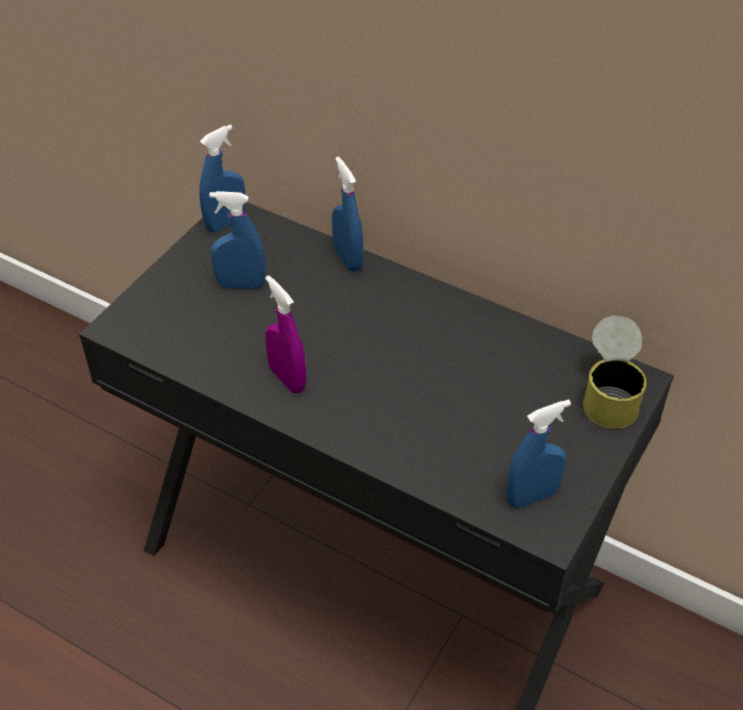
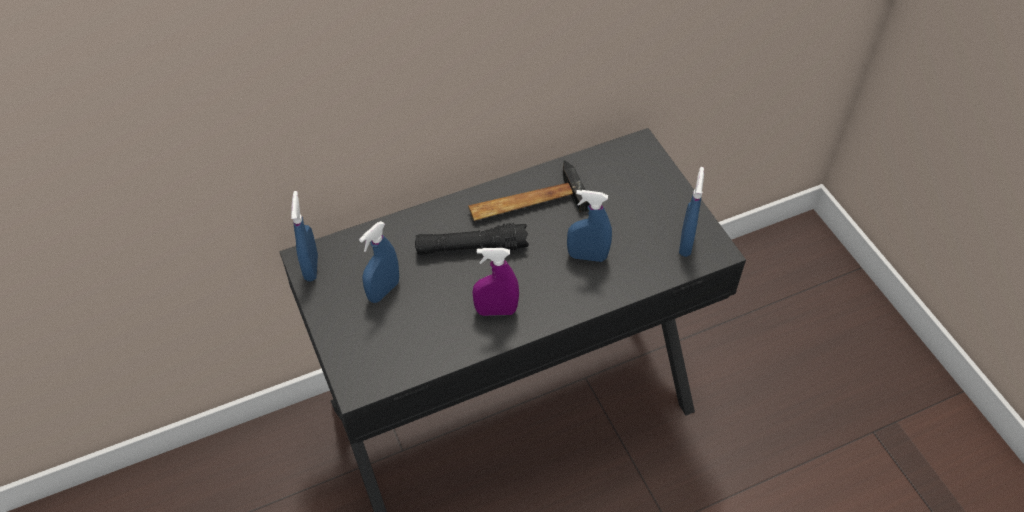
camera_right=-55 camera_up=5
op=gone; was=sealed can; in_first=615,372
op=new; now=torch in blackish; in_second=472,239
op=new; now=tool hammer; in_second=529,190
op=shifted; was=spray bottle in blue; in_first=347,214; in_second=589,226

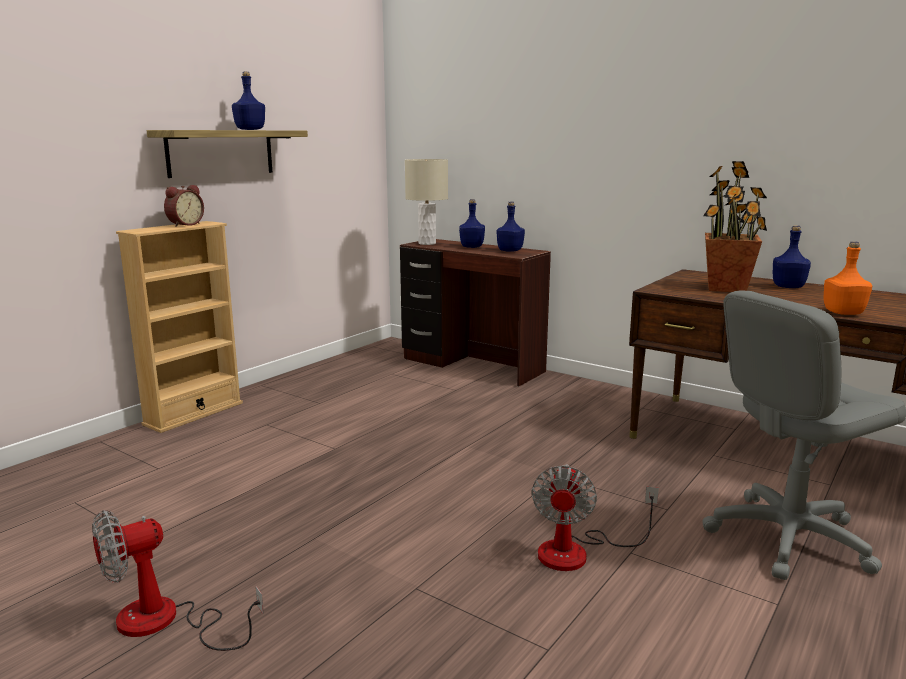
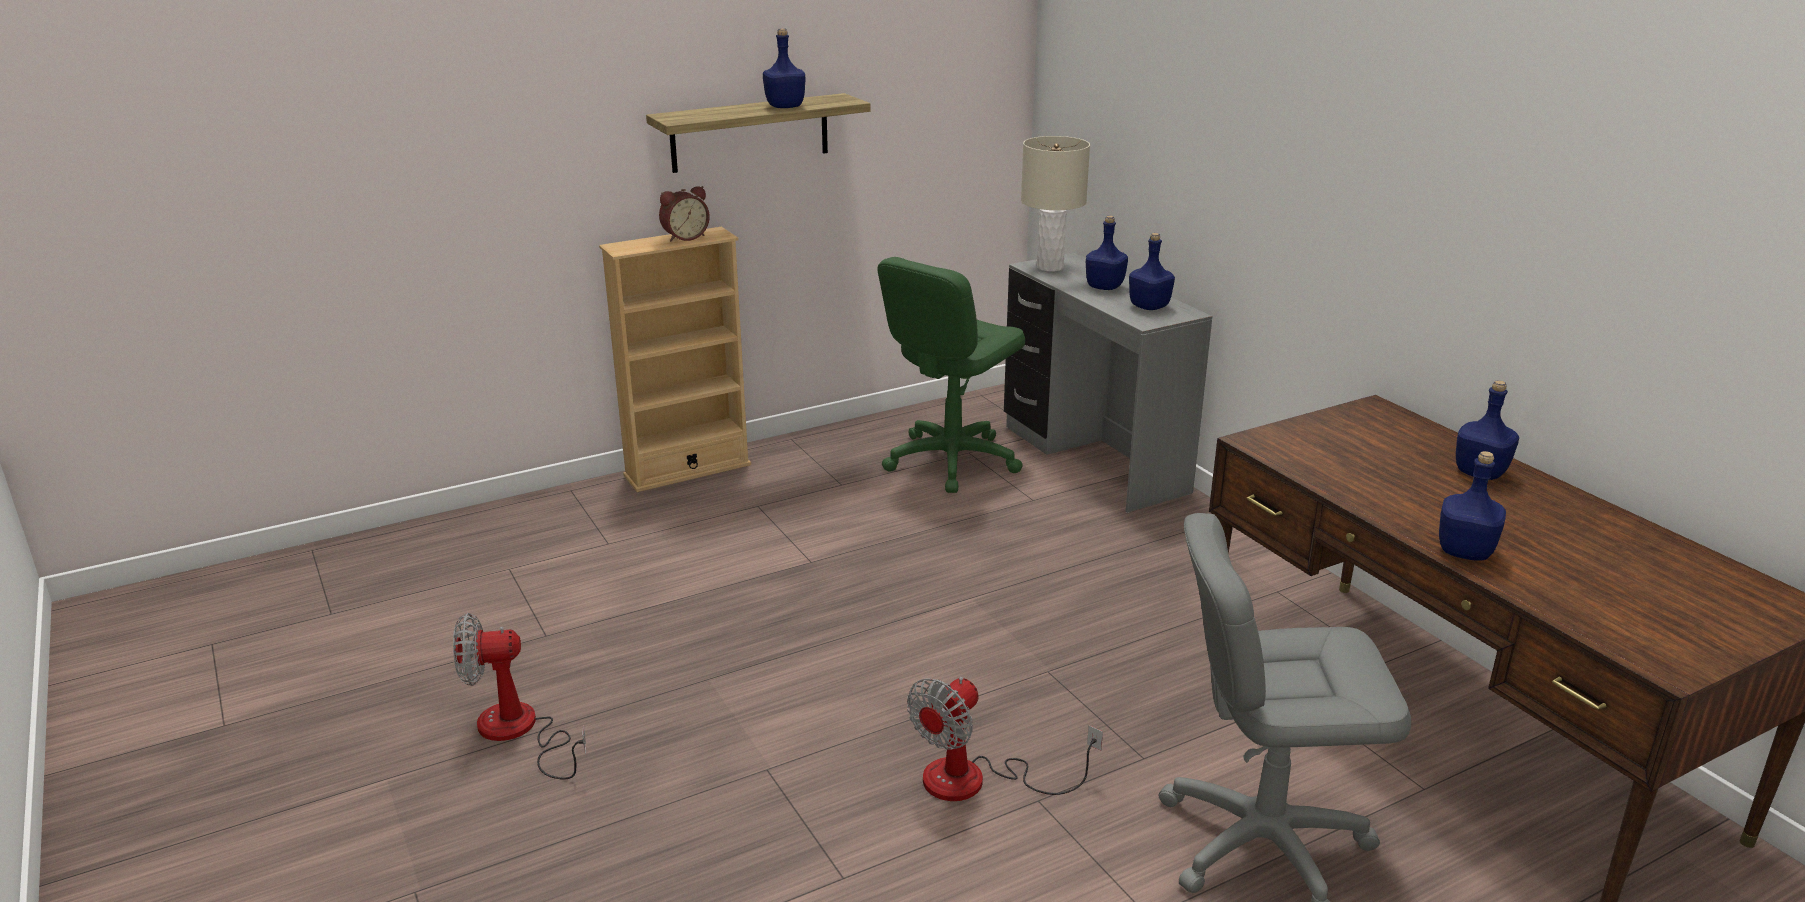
camera_right=25 camera_up=10
op=gone; was=plant in a pot; in_first=735,226
op=new; now=computer chair in green; in_second=951,375
op=repainted; was=desk table in brown-coloured; now=desk table in grey; in_first=475,313; in_second=1108,383
op=repainted; was=beverage bottle in orangey; now=beverage bottle in blue; in_first=848,278; in_second=1472,506

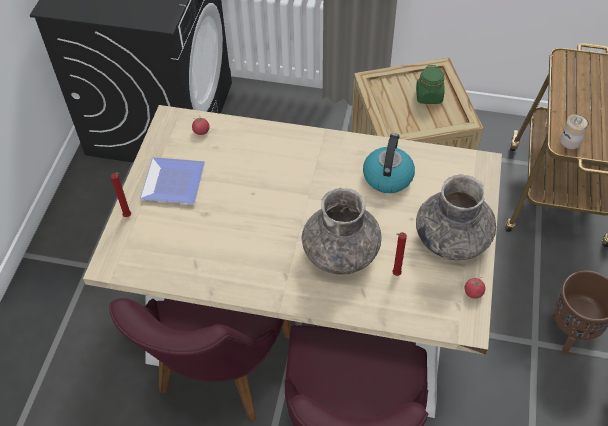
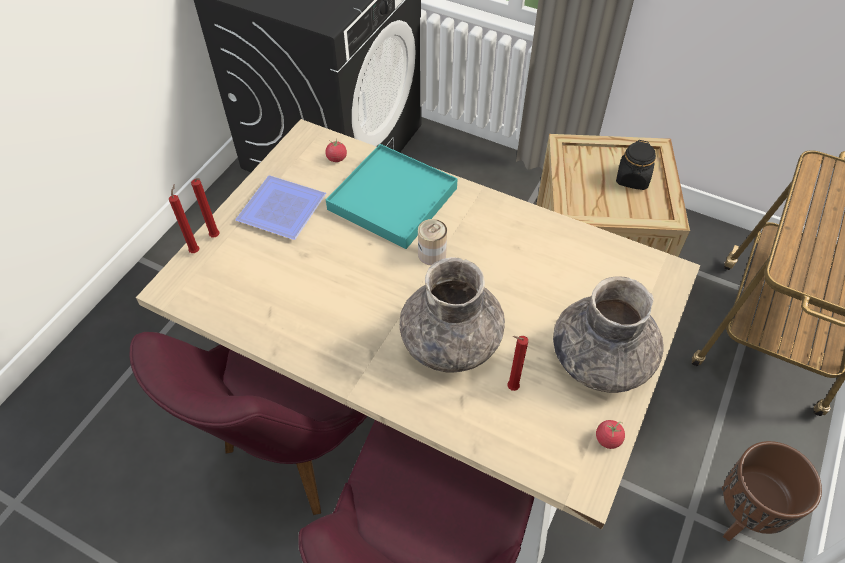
camera_right=15 camera_up=0
op=gone; was=kettle; in_first=389,163
op=new; now=wax candle in reddish; in_second=184,218
op=new; now=carrying tray in turquoise; in_second=392,196
op=shifted; was=sealed can; in_first=574,131; in_second=432,242
op=repainted; was=preserve jar in green; now=preserve jar in blackish; in_first=430,84; in_second=636,165

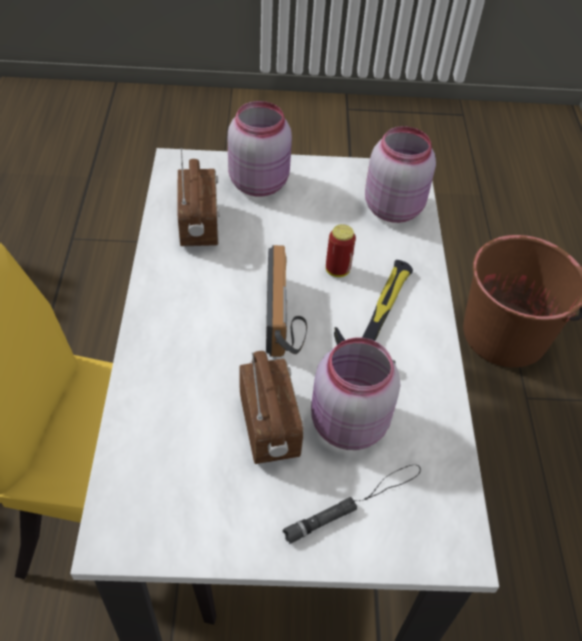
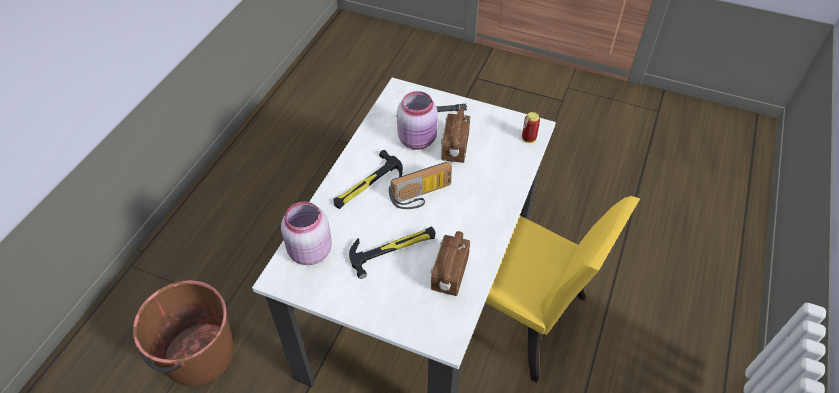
camera_right=-155 camera_up=0
op=gone; was=preserve jar in pink; in_first=260,149
op=new; now=tool hammer; in_second=392,252
op=shifted; was=sealed can; in_first=341,250; in_second=531,127
op=rotated; was=radio; in_first=286,301; in_second=420,185; clockwise=-135

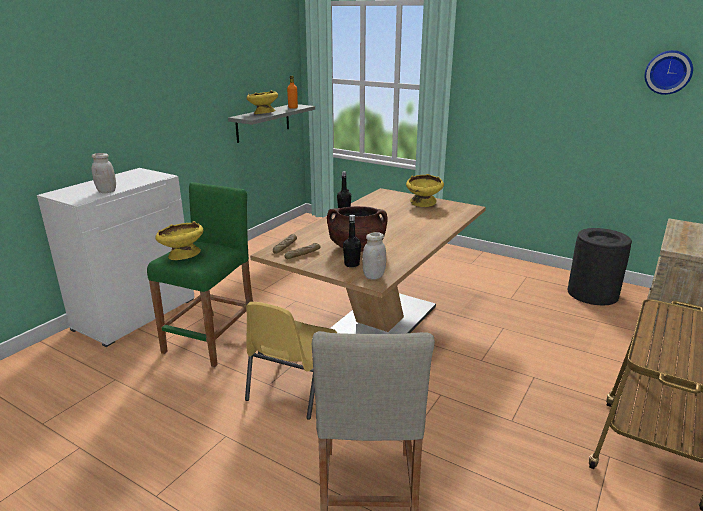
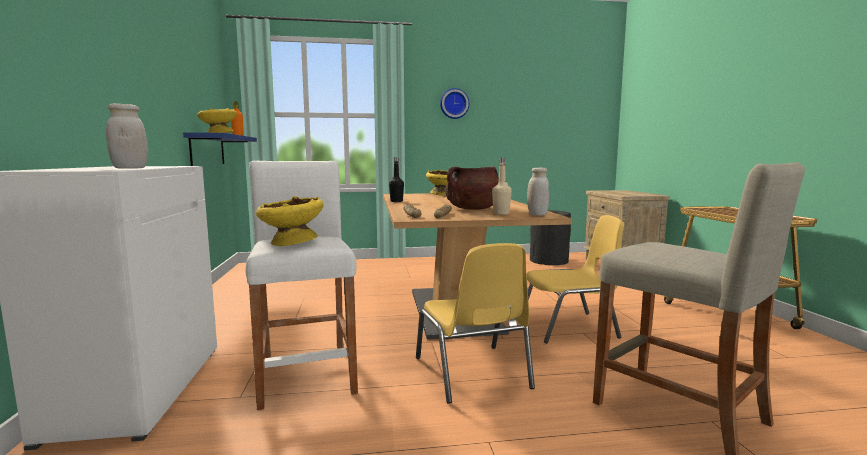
camera_right=-40 camera_up=-15
op=new; now=upright chair in yellow; in_second=575,279
op=shifted; was=hanging clock; in_first=669,72; in_second=454,103
op=repainted; was=stool seat in green; now=stool seat in white; in_first=200,274; in_second=302,285
op=repainted; was=shelf in grey; now=shelf in blue; in_first=271,123; in_second=220,149
op=repainted; was=beverage bottle in blackish; now=beverage bottle in beige-coloured; in_first=352,241; in_second=502,186

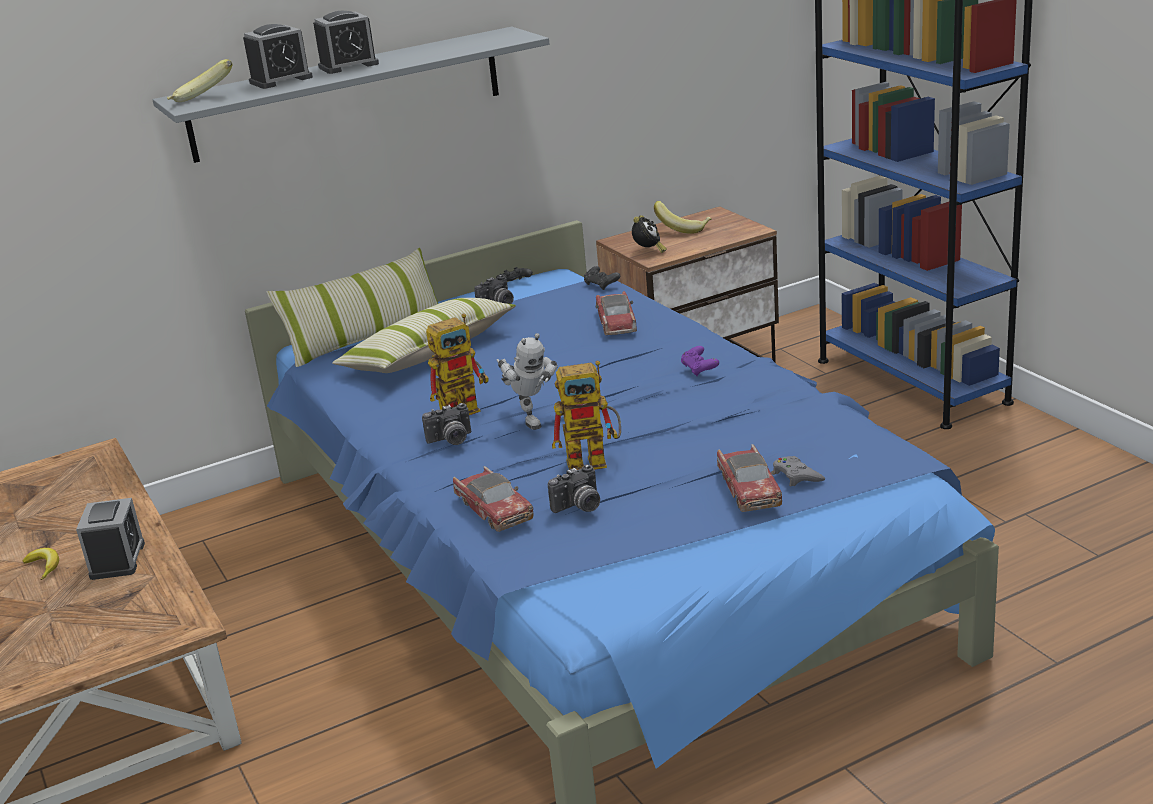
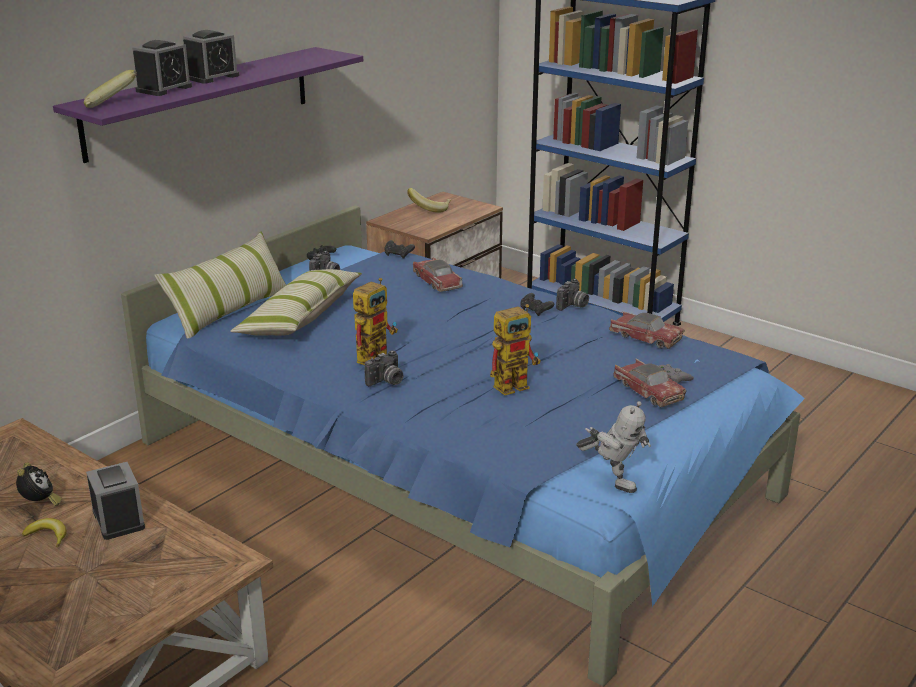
camera_right=-25 camera_up=0
op=shifted; was=toy car; in_first=493,499; in_second=647,330
op=shifted; was=robot figure; in_first=527,381; in_second=613,447
op=shifted; was=still camera; in_first=574,488; in_second=572,295
op=shifted; was=table clock; in_first=649,234; in_second=39,484
op=repainted; was=shelf in grey; now=shelf in purple; in_first=351,95; in_second=208,105
op=repainted; was=game controller in purple; now=game controller in blackish; in_first=700,361; in_second=537,304

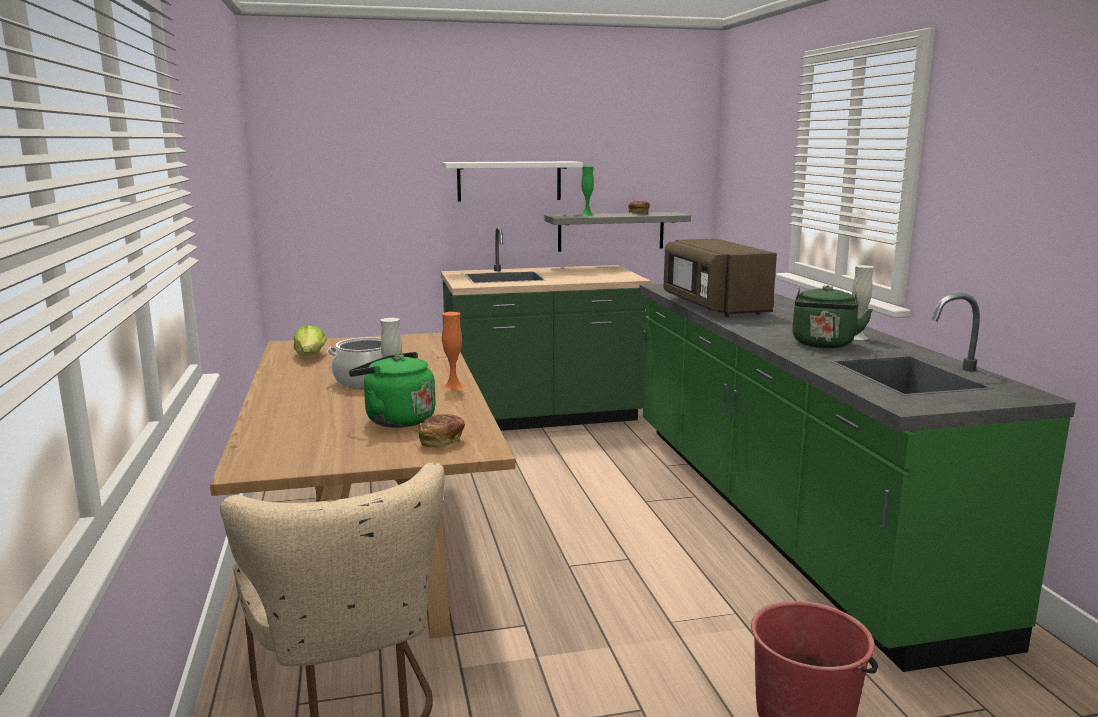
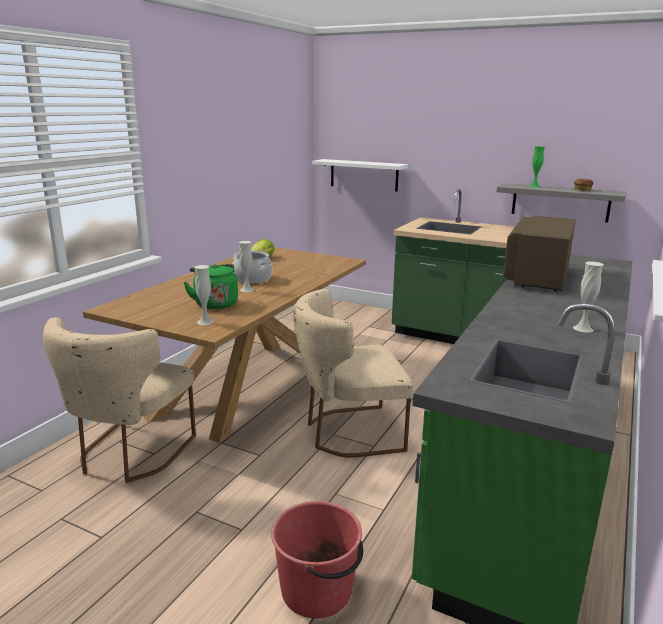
camera_right=40 camera_up=5
op=gone; was=flower vase in orangey; in_first=453,351
op=gone; was=kettle in green; in_first=832,316
op=new; now=upright chair in beige-coloured; in_second=353,373
op=shifted; was=shelf in white; in_first=512,181; in_second=360,175
op=swapped; was=baked bread; now=flower vase in white; in_first=442,431; in_second=204,295

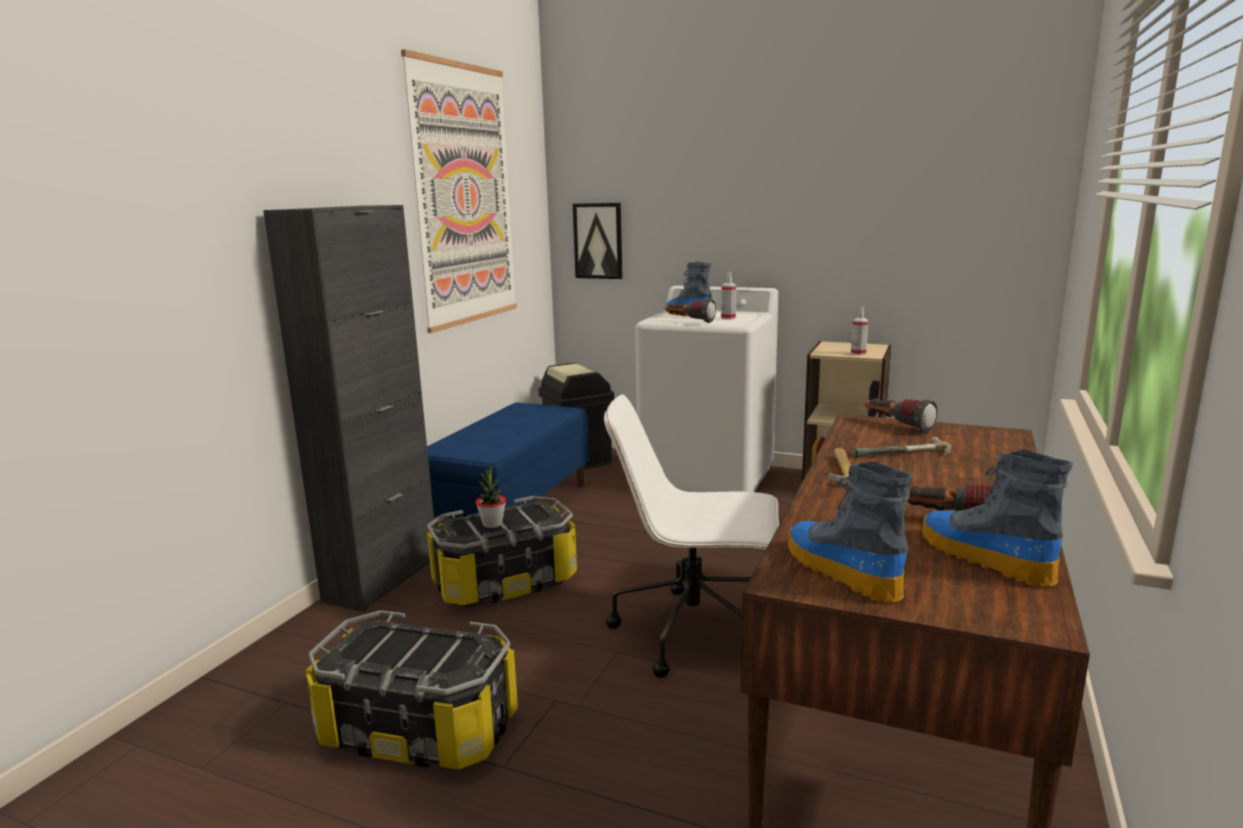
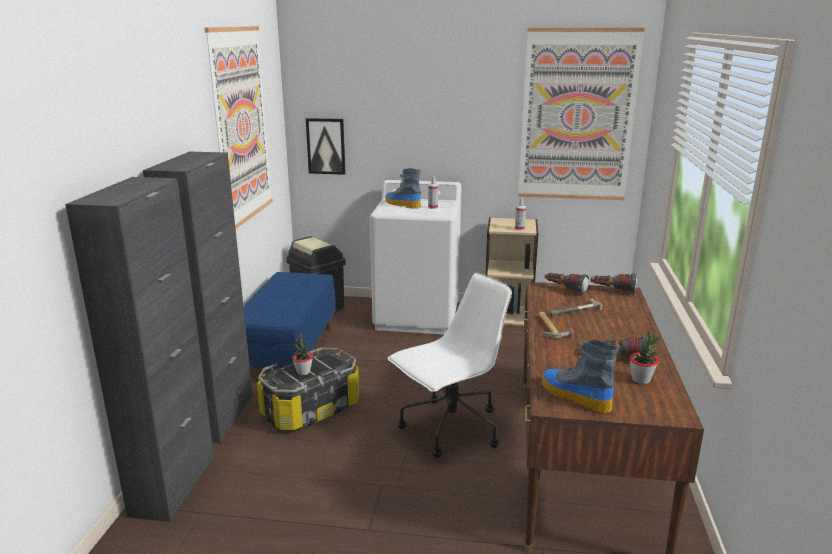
camera_right=-15 camera_up=5
op=gone; was=storage box; in_first=412,690
op=new; now=cupboard in blackish; in_second=139,349
op=new; now=wall picture; in_second=581,114
op=shifted; was=torch; in_first=690,310; in_second=614,283
op=swapped; was=high-top boot; now=plant in a pot; in_first=997,518; in_second=645,358
op=rotated; was=computer chair in white; in_first=691,536; in_second=450,365; clockwise=150

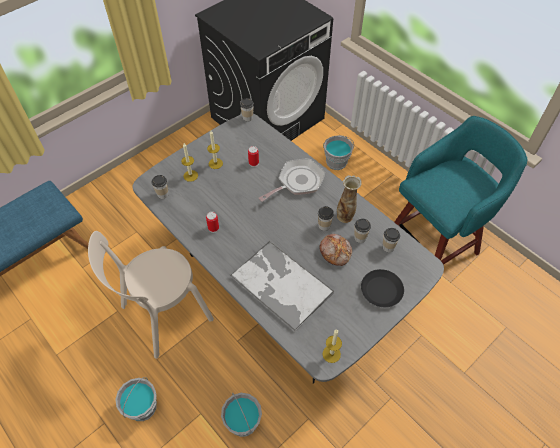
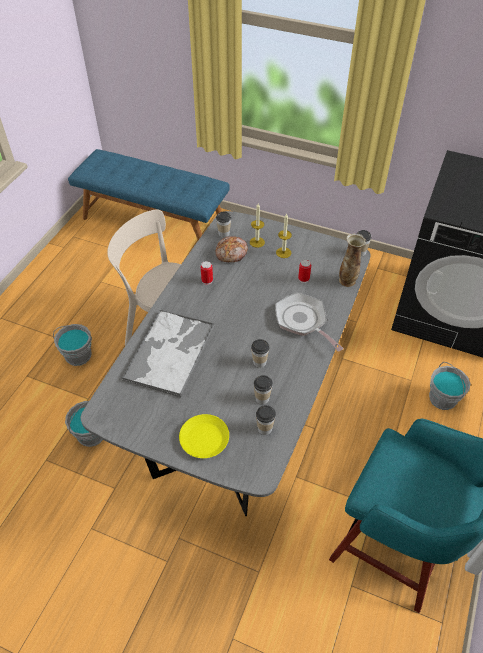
camera_right=65 camera_up=-5
op=gone; was=wax candle; in_first=332,346
op=shifted; was=baked bread; in_first=335,250; in_second=232,249
op=shifted; was=flower vase; in_first=349,199; in_second=352,260
op=repainted; was=flat dish in blackish; now=flat dish in yellow; in_first=382,288; in_second=204,436
op=rotated; was=frying pan; in_first=291,180; in_second=309,322; clockwise=-150

